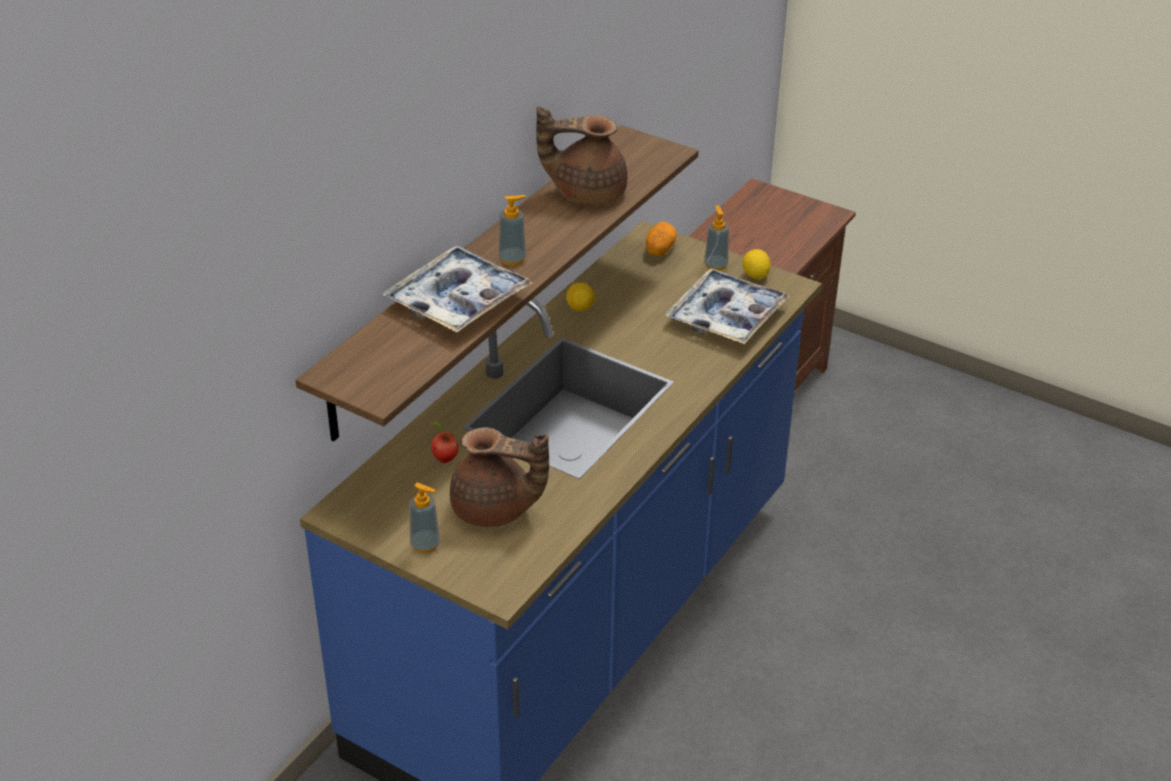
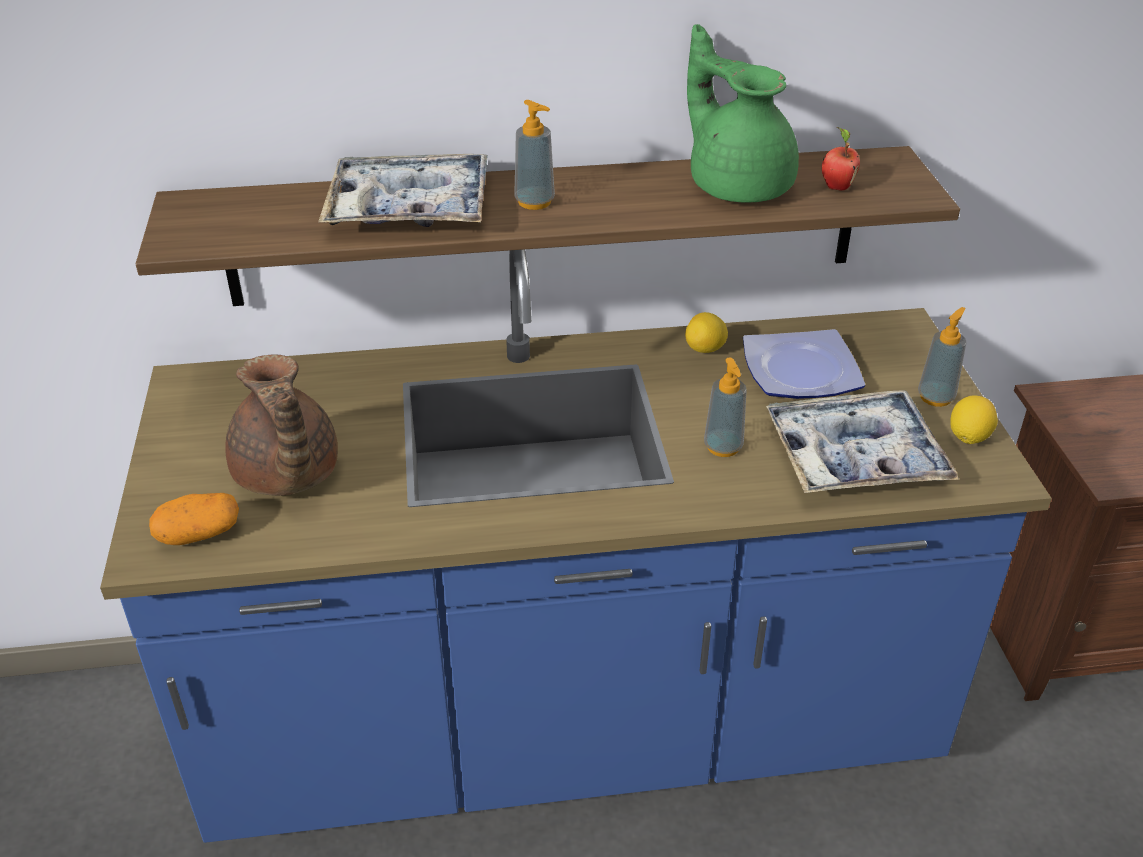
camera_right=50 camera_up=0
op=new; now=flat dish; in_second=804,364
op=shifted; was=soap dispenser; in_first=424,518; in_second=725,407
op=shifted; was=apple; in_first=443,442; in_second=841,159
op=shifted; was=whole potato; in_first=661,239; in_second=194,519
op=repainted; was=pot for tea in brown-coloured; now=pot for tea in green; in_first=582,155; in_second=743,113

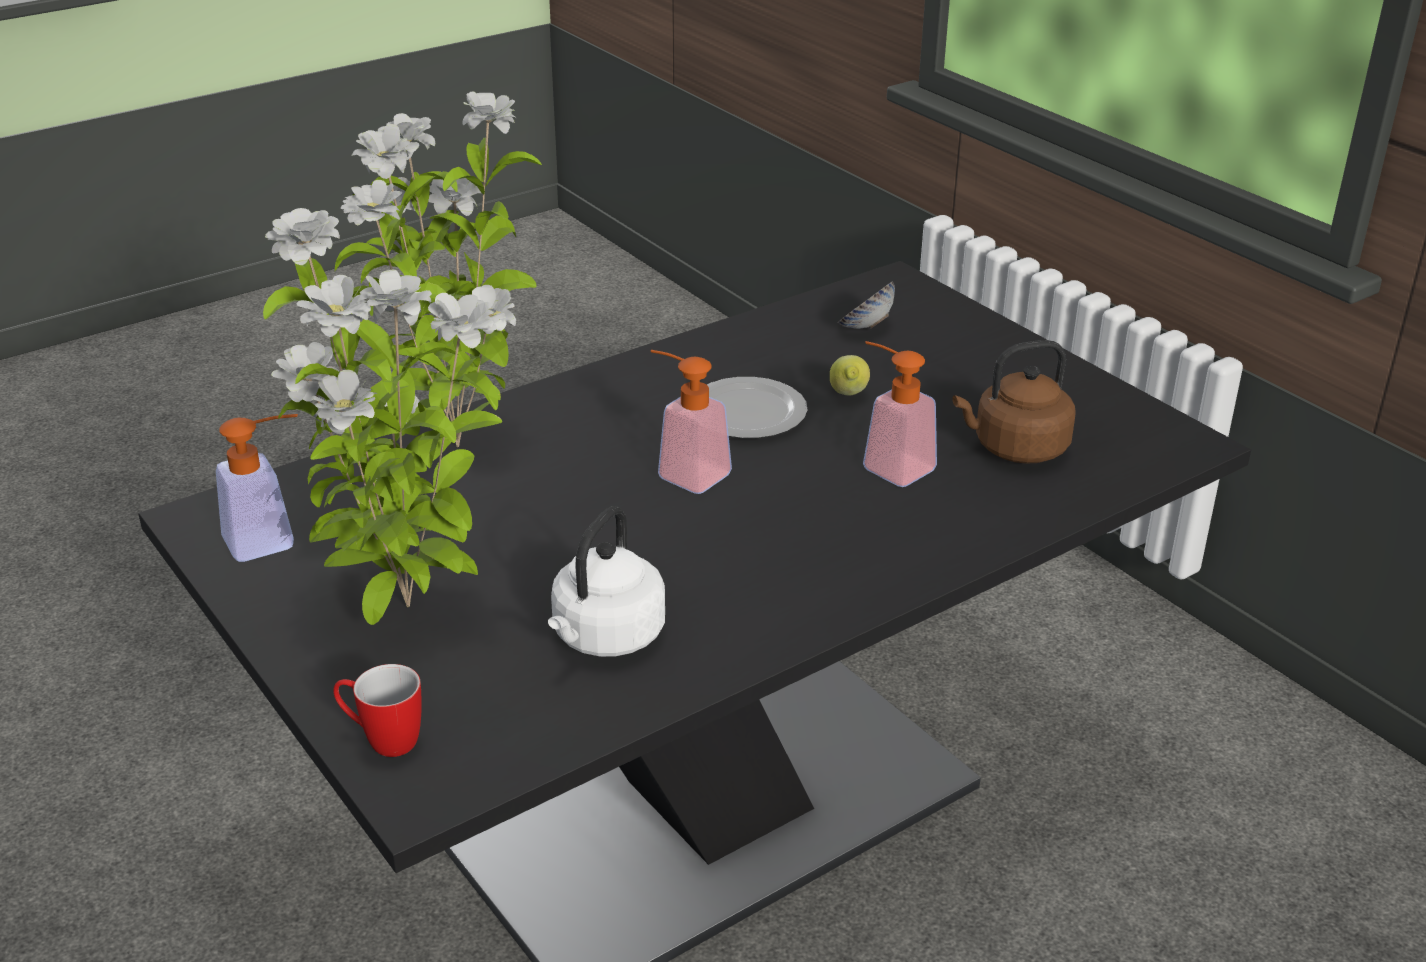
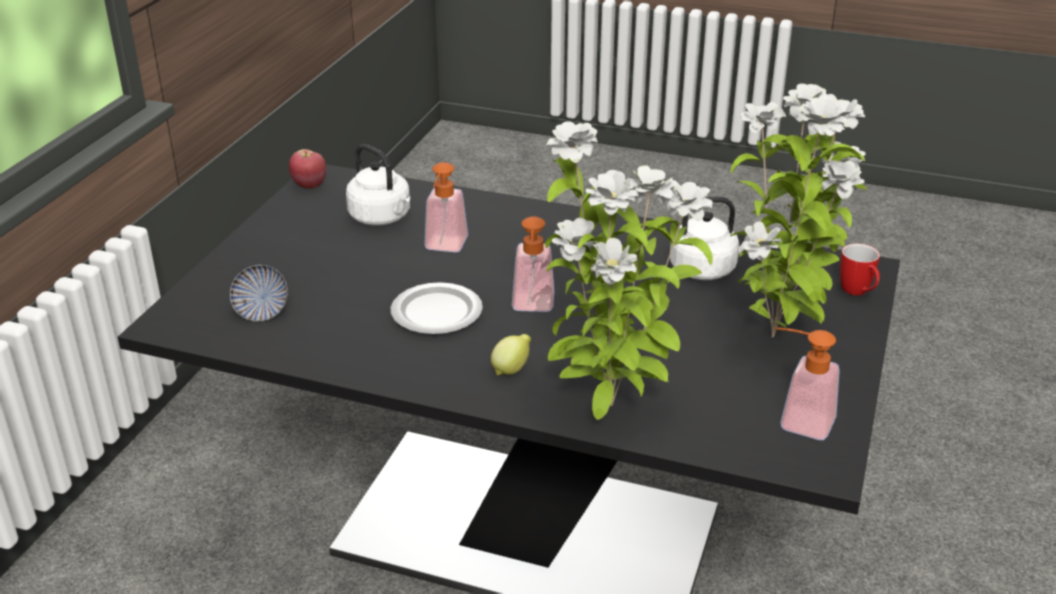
camera_right=-125 camera_up=0
op=new; now=apple; in_second=307,169
op=shifted; was=citrus fruit; in_first=850,375; in_second=511,354
op=repainted; was=kettle in brown-coloured; now=kettle in white; in_first=1014,402; in_second=378,185

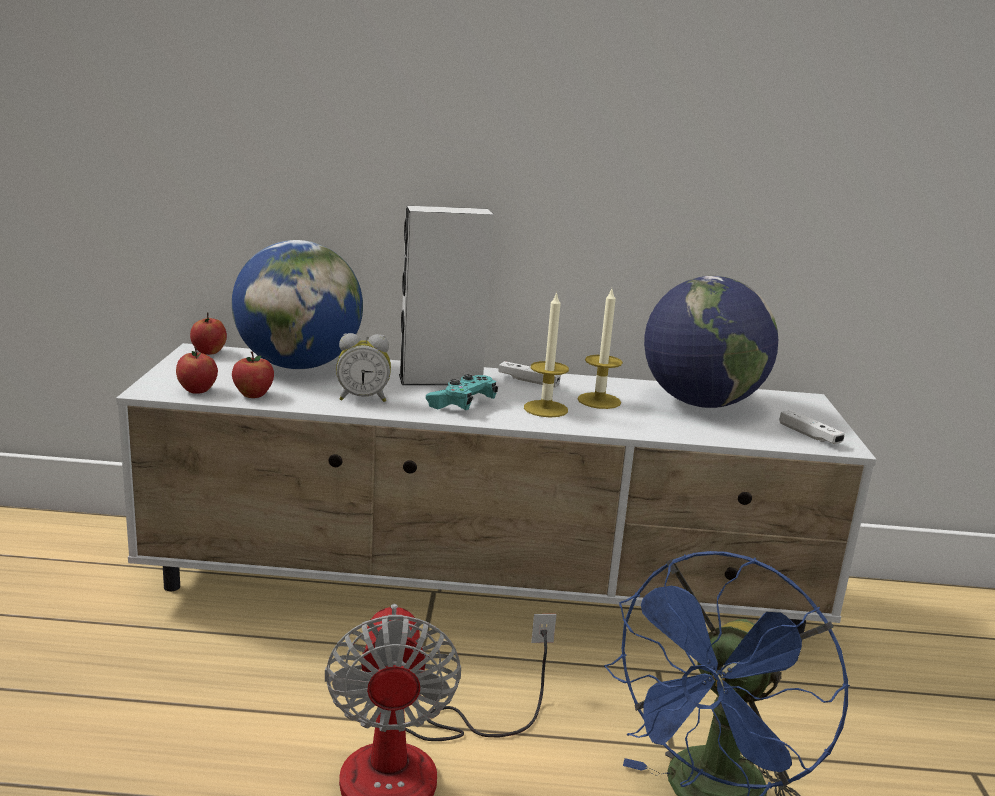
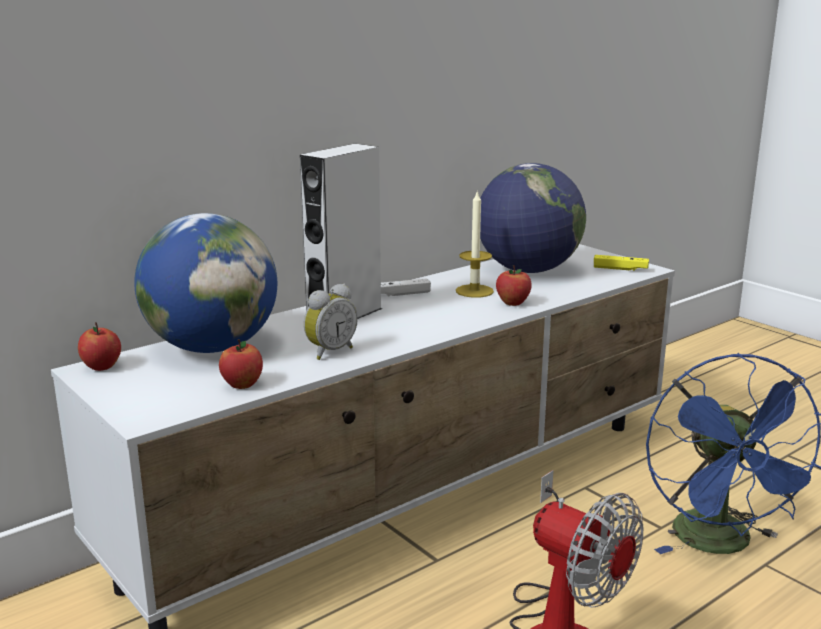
camera_right=-40 camera_up=0
op=gone; was=game controller in turquoise; in_first=462,392
op=gone; was=wax candle; in_first=546,354
op=shifted; was=apple; in_first=197,370; in_second=514,285
op=repainted; was=game controller in white; now=game controller in yellow; in_first=812,427; in_second=621,263

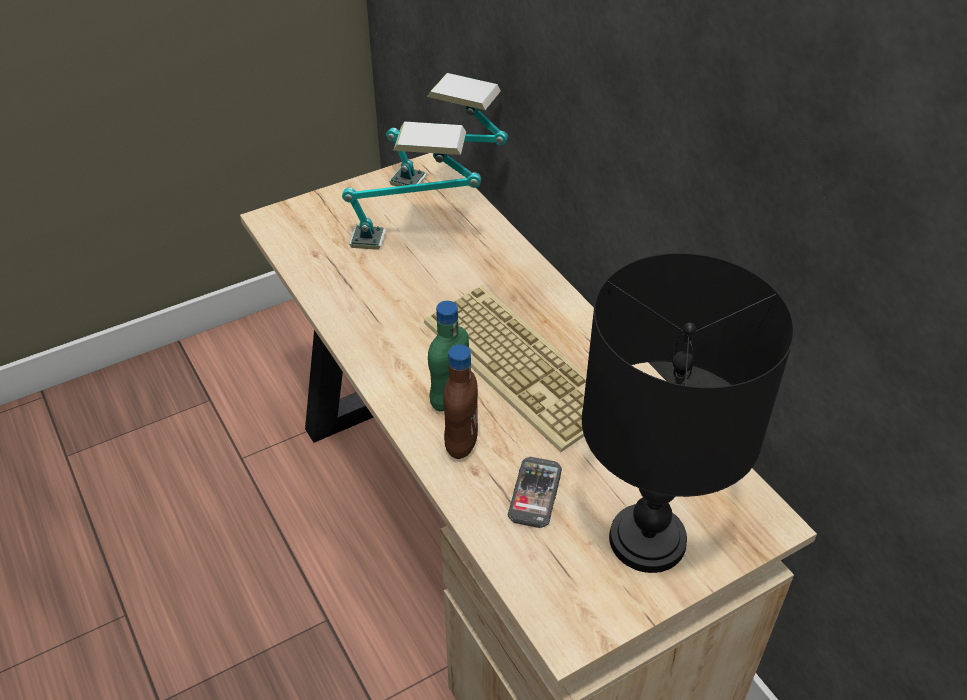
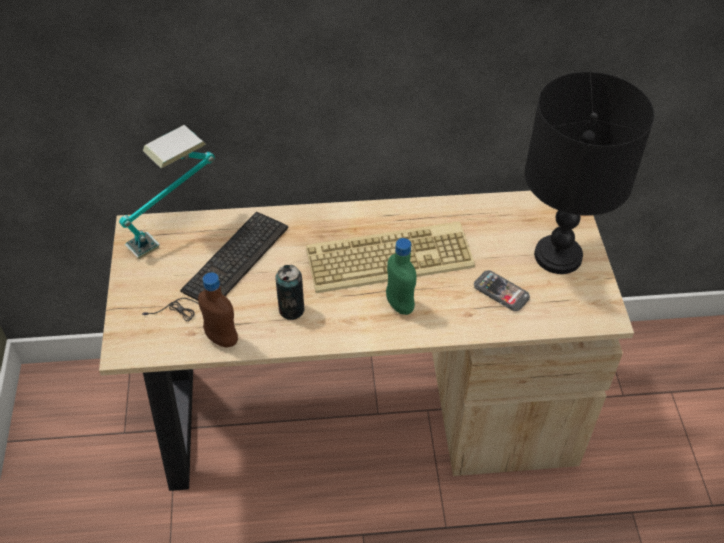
camera_right=-65 camera_up=5
op=new; now=sealed can; in_second=289,292
op=shifted; was=beverage bottle in brown-coloured; in_first=460,401; in_second=218,310
op=swapped; was=tabletop lamp; now=computer keyboard; in_first=411,185; in_second=215,266

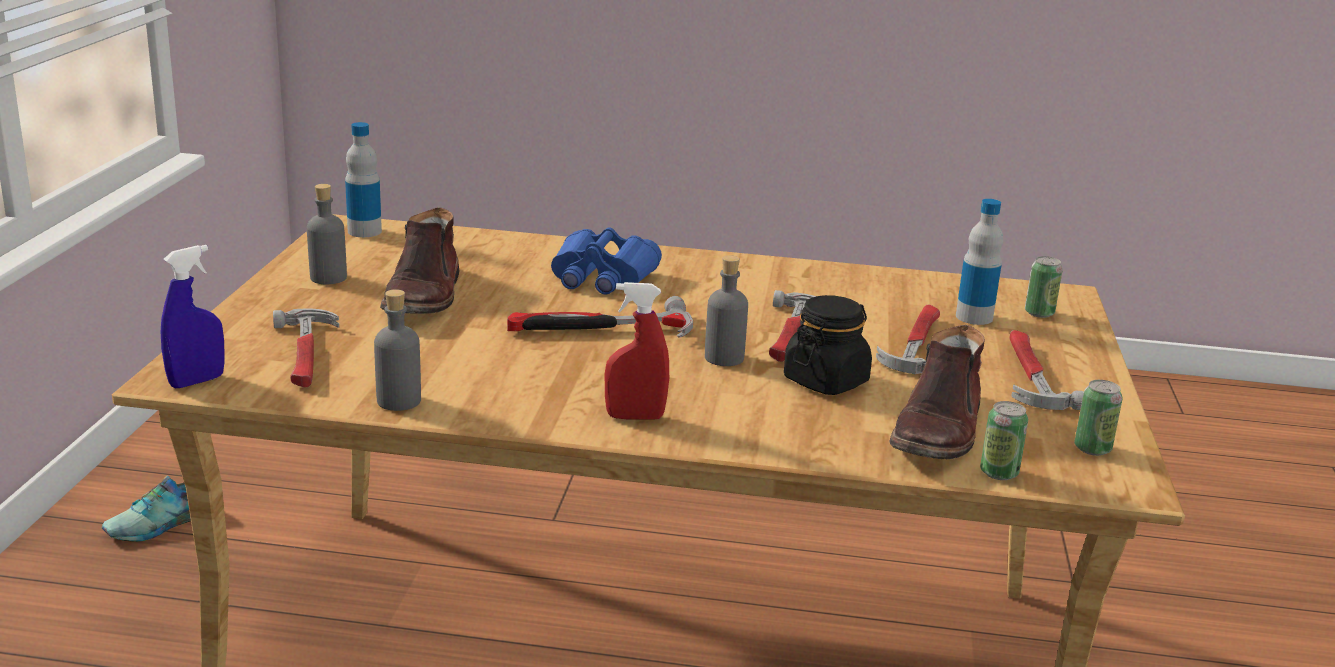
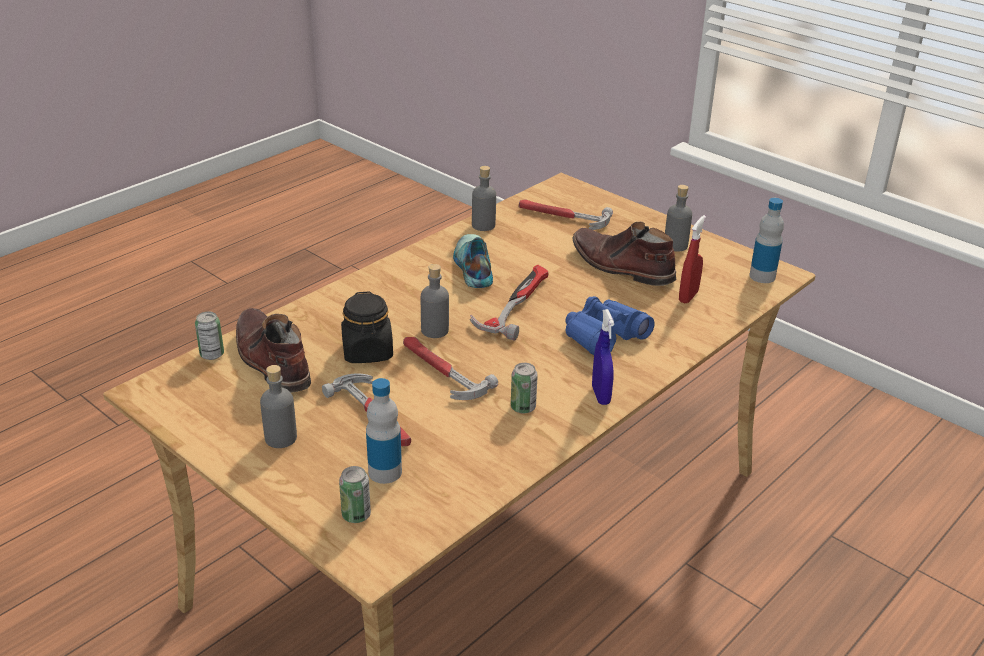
camera_right=125 camera_up=10
op=shifted; was=item of footwear; in_first=146,508; in_second=473,261
op=shifted; was=spray bottle in blue; in_first=192,316; in_second=603,357
op=shifted; was=spray bottle in reddish; in_first=637,350; in_second=692,259
op=shifted; was=sealed can; in_first=1098,418; in_second=524,388
op=swapped; was=tool hammer; now=beverage bottle in grey; in_first=1046,370; in_second=278,406

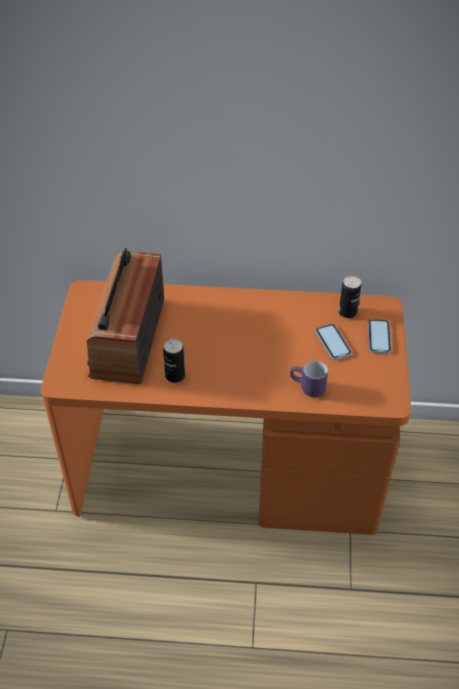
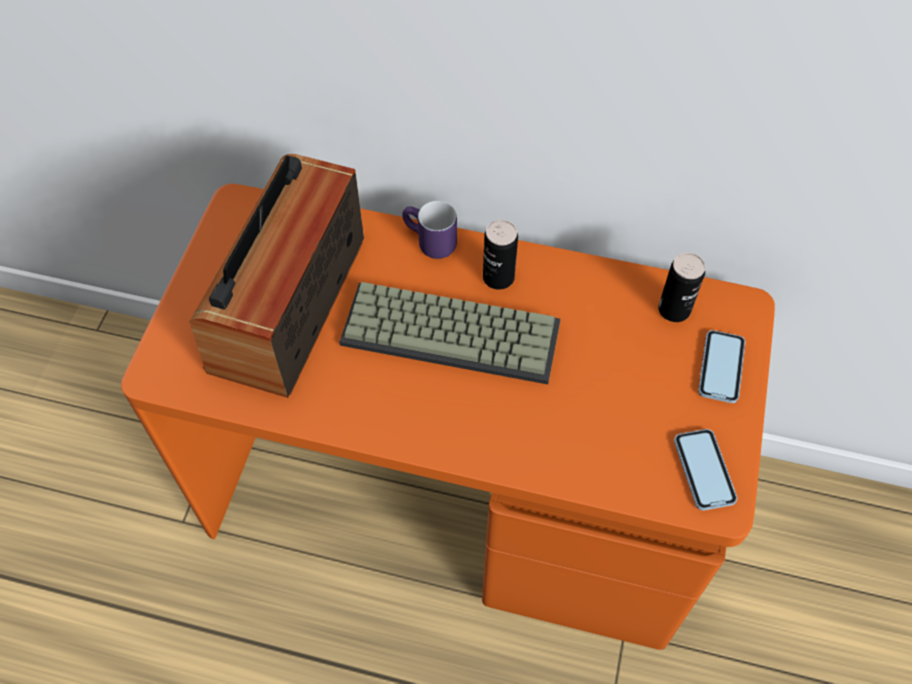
camera_right=10 camera_up=10
op=new; now=computer keyboard; in_second=450,333
op=shifted; was=sealed can; in_first=174,361; in_second=500,255
op=shifted; was=tea mug in purple; in_first=309,378; in_second=429,230
op=shifted; was=handset; in_first=333,342; in_second=705,470

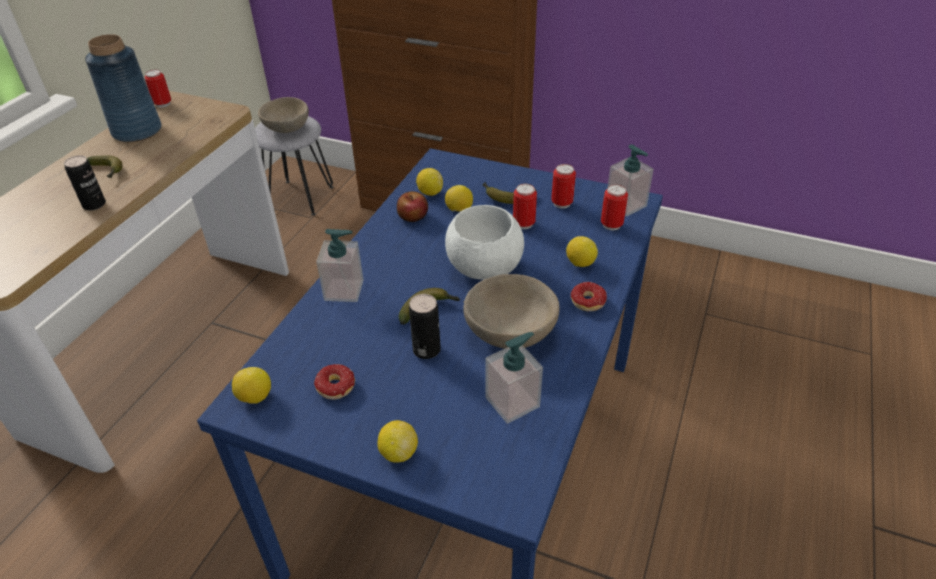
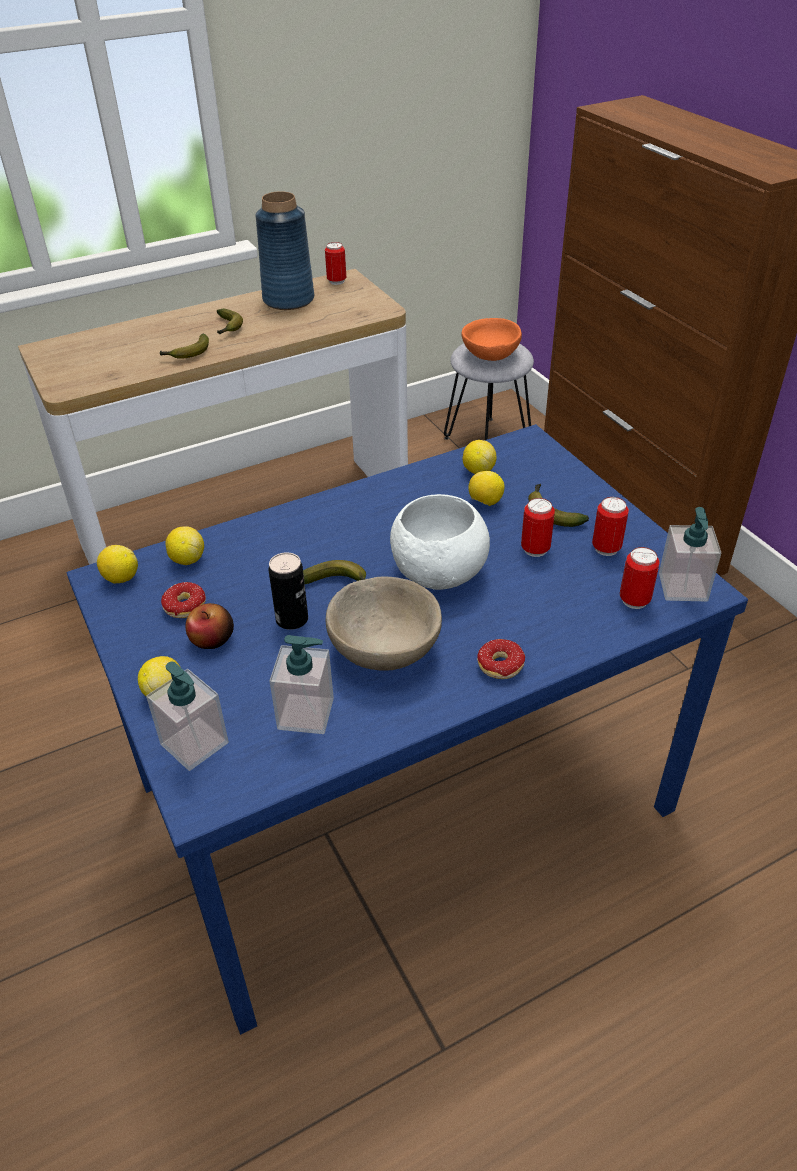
camera_right=40 camera_up=0
op=shifted; was=soap dispenser; in_first=339,265; in_second=187,716
op=shifted; was=apple; in_first=412,206; in_second=210,626
op=shifted; was=citrus fruit; in_first=582,251; in_second=184,545
op=swapped; was=sealed can; now=banana fruit; in_first=85,183; in_second=184,345
op=repainted; was=bowl in beige-coloured; now=bowl in orangey; in_first=283,115; in_second=492,339

